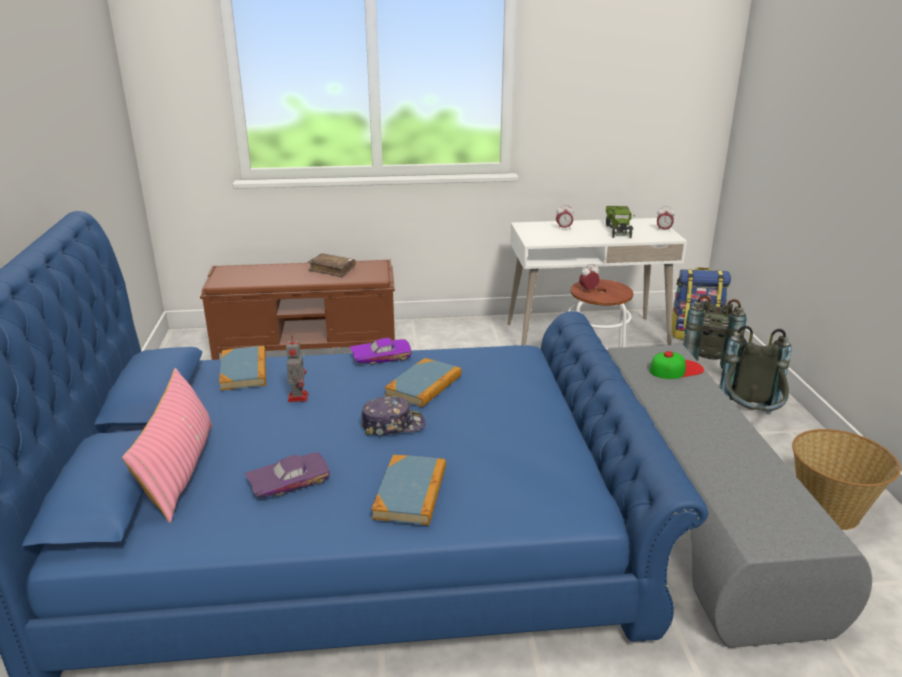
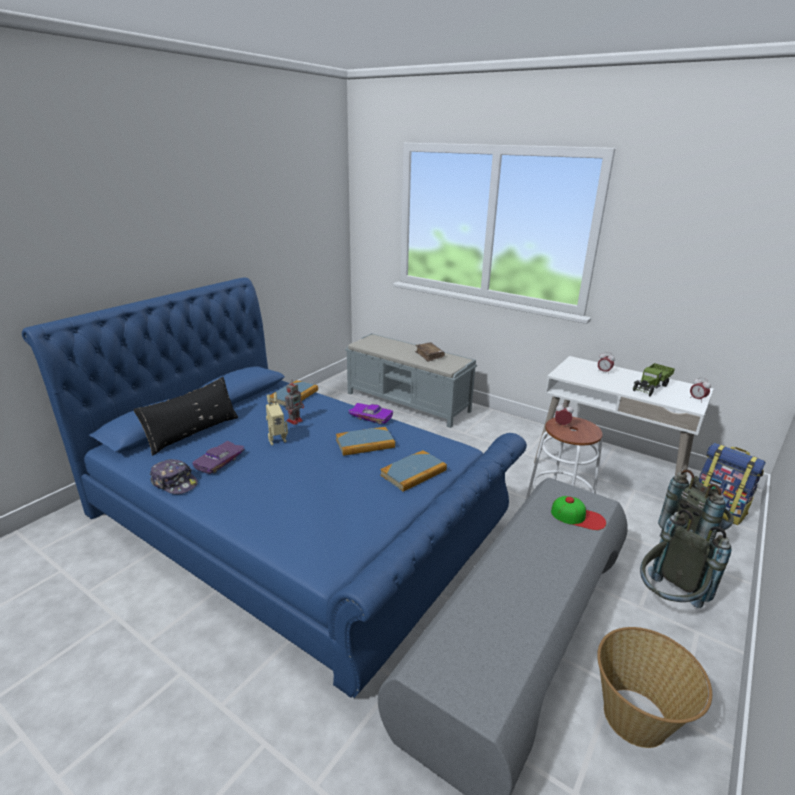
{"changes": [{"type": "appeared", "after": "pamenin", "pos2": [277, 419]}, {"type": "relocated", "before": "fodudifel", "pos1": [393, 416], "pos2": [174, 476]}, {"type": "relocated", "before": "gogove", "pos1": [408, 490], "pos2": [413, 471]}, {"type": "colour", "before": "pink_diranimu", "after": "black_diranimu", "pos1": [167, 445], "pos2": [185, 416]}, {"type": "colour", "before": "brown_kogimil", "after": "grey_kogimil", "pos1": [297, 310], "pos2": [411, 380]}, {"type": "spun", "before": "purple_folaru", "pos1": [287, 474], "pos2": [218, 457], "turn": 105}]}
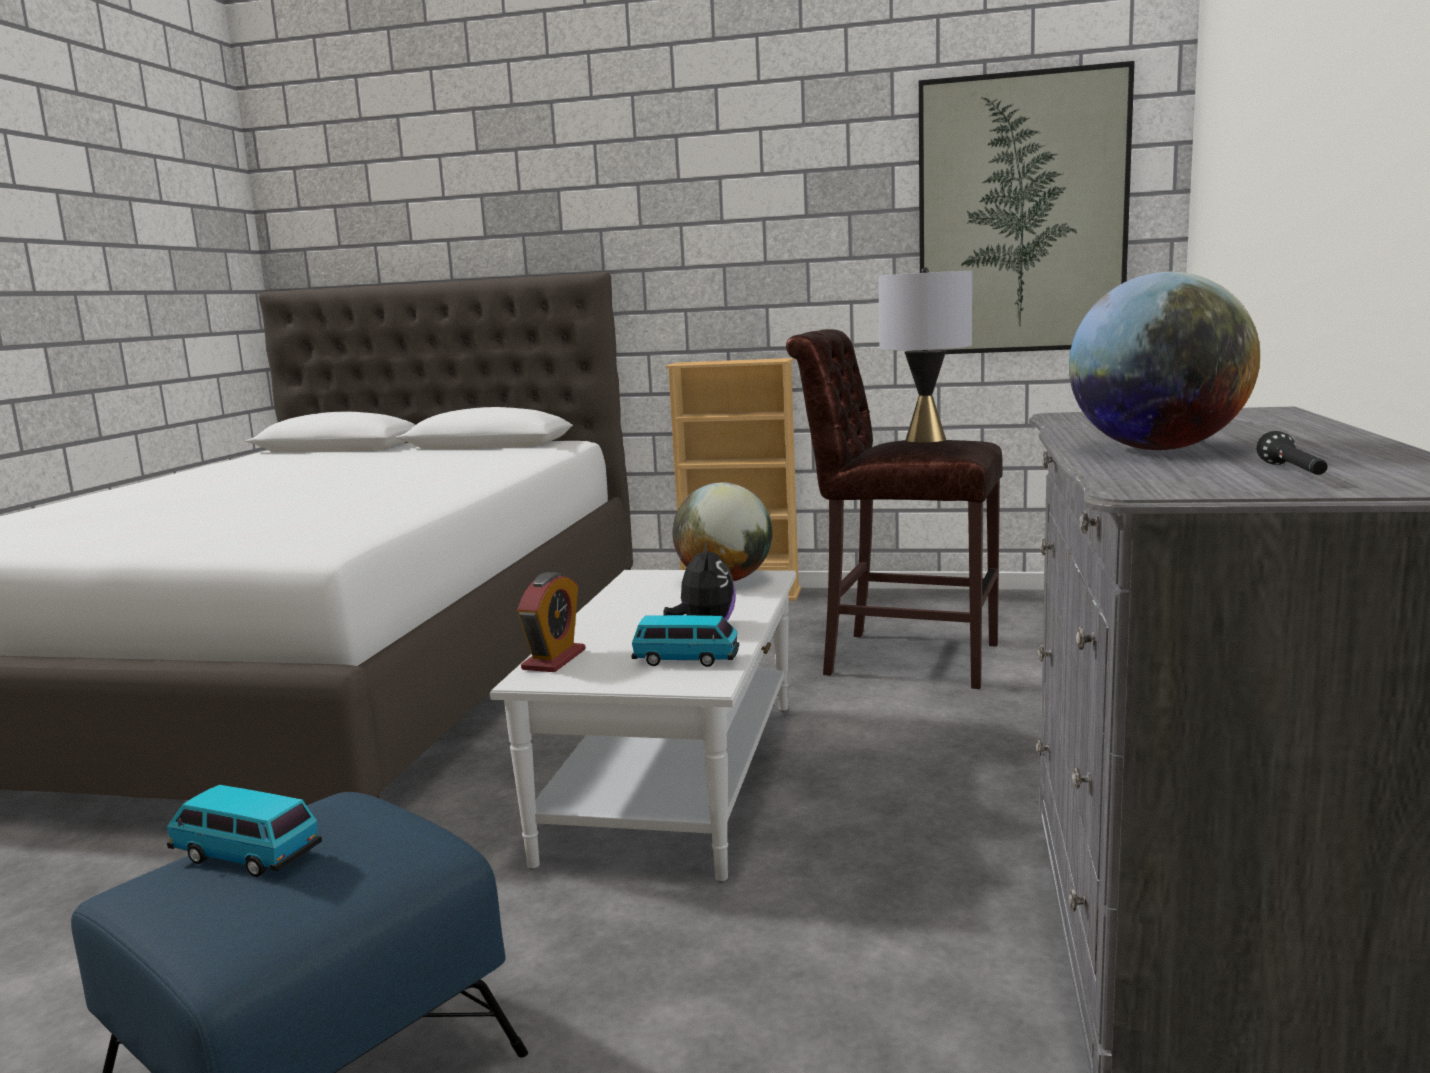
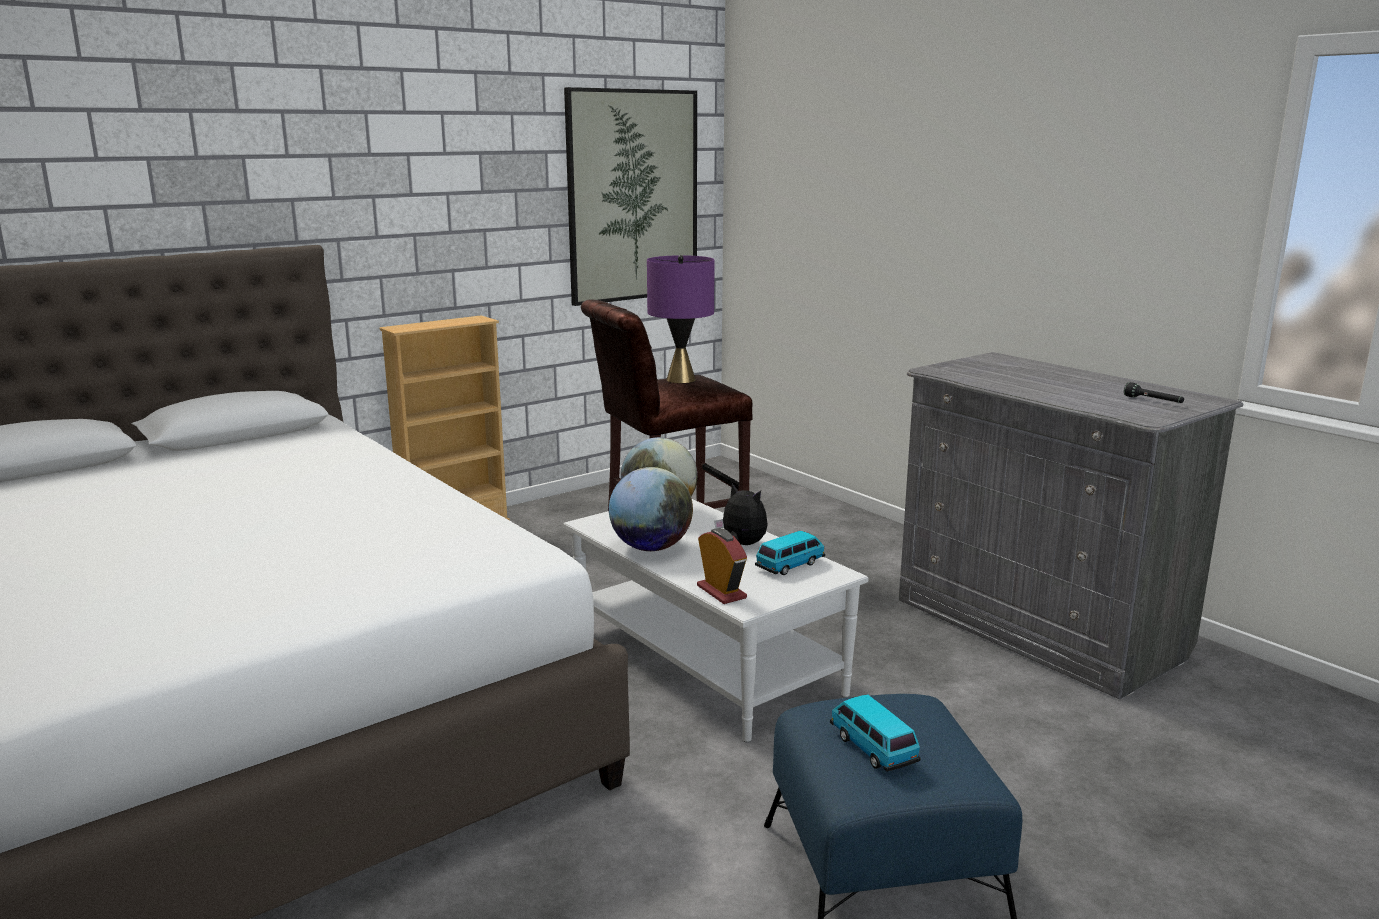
{"changes": [{"type": "relocated", "before": "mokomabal", "pos1": [1164, 361], "pos2": [651, 509]}, {"type": "colour", "before": "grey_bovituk", "after": "purple_bovituk", "pos1": [925, 355], "pos2": [681, 319]}, {"type": "spun", "before": "folaru", "pos1": [244, 831], "pos2": [875, 733], "turn": 90}]}
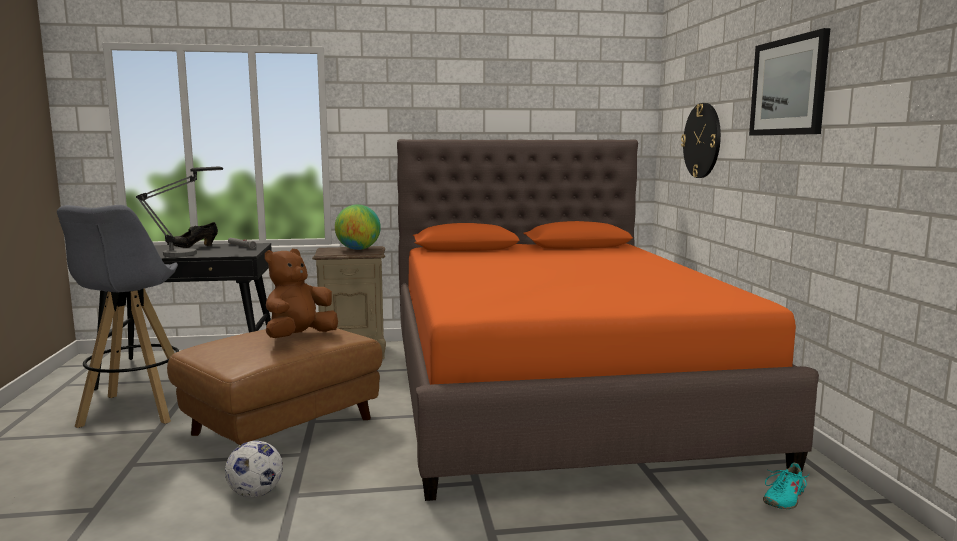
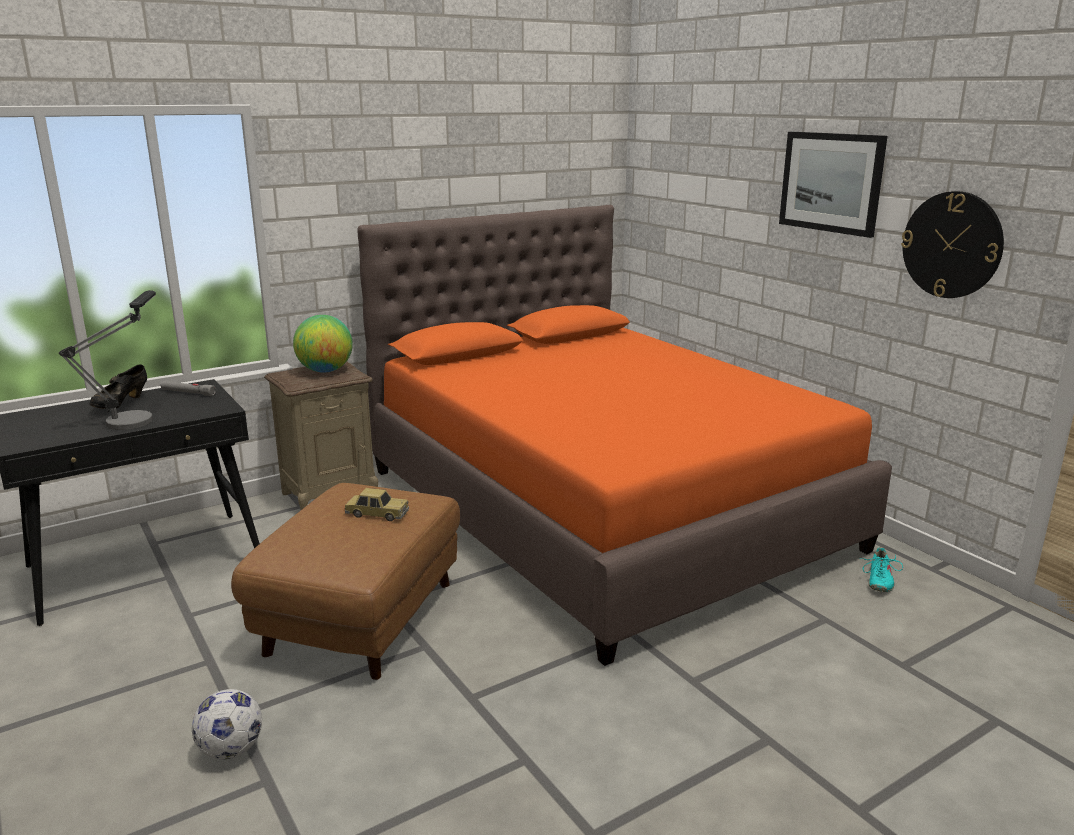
{"changes": [{"type": "missing", "before": "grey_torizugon", "pos1": [118, 316]}, {"type": "relocated", "before": "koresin", "pos1": [254, 469], "pos2": [227, 724]}, {"type": "relocated", "before": "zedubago", "pos1": [701, 140], "pos2": [952, 244]}, {"type": "exchanged", "before": "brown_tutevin", "after": "folaru", "pos1": [301, 293], "pos2": [377, 504]}]}
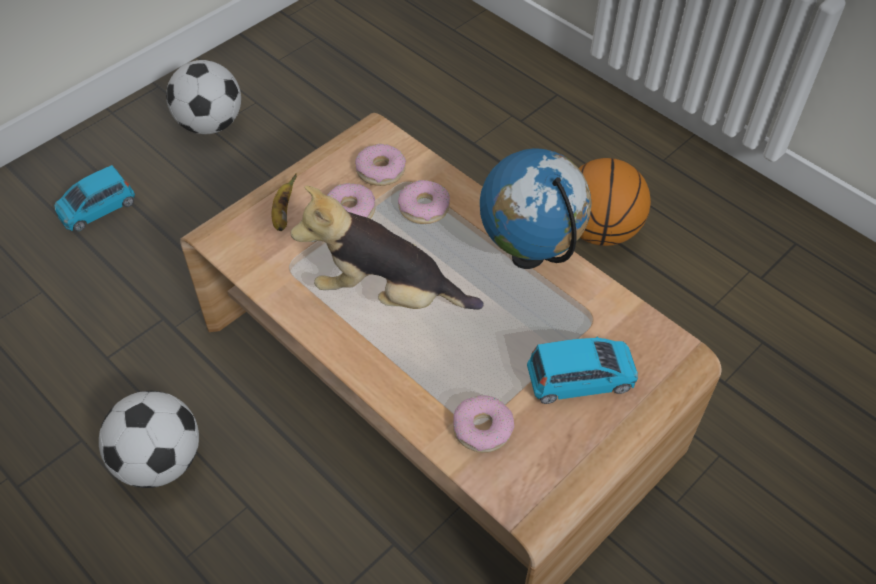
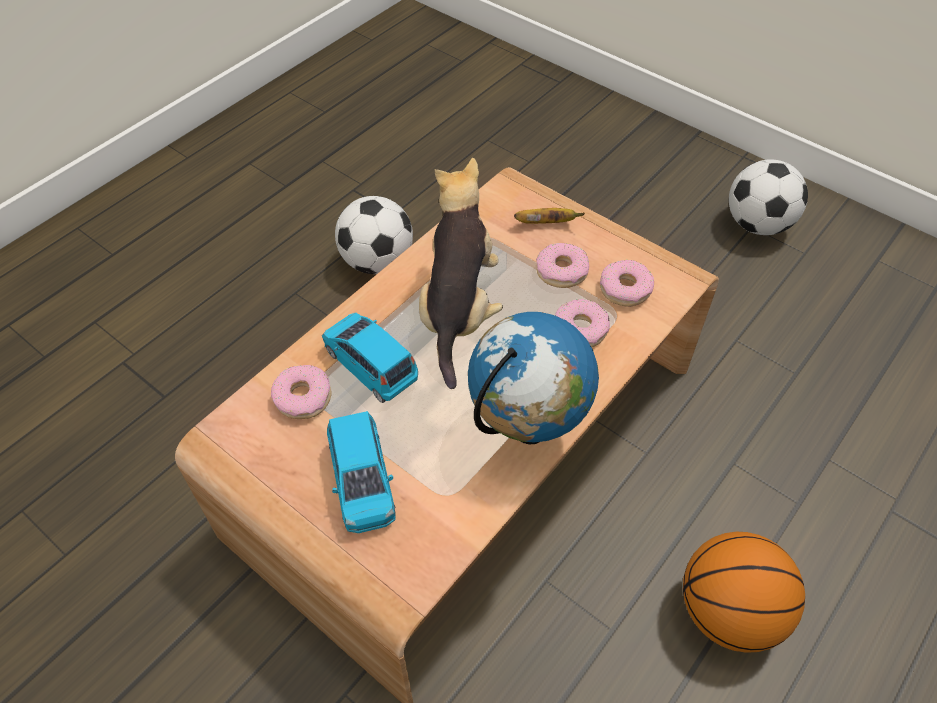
{"changes": [{"type": "relocated", "before": "blue_folaru", "pos1": [94, 198], "pos2": [370, 358]}]}
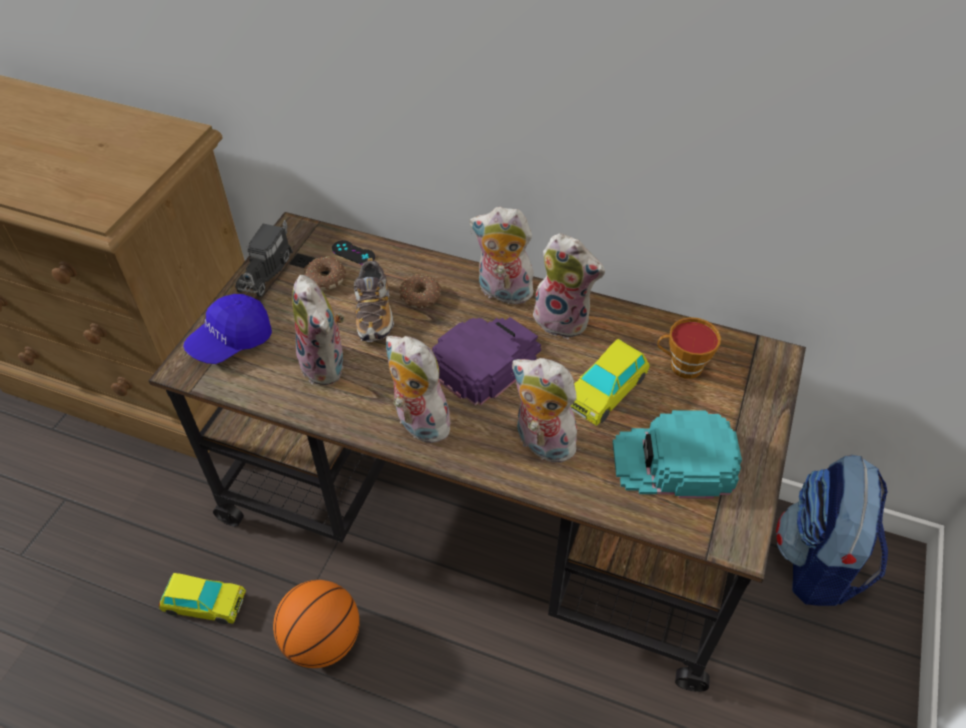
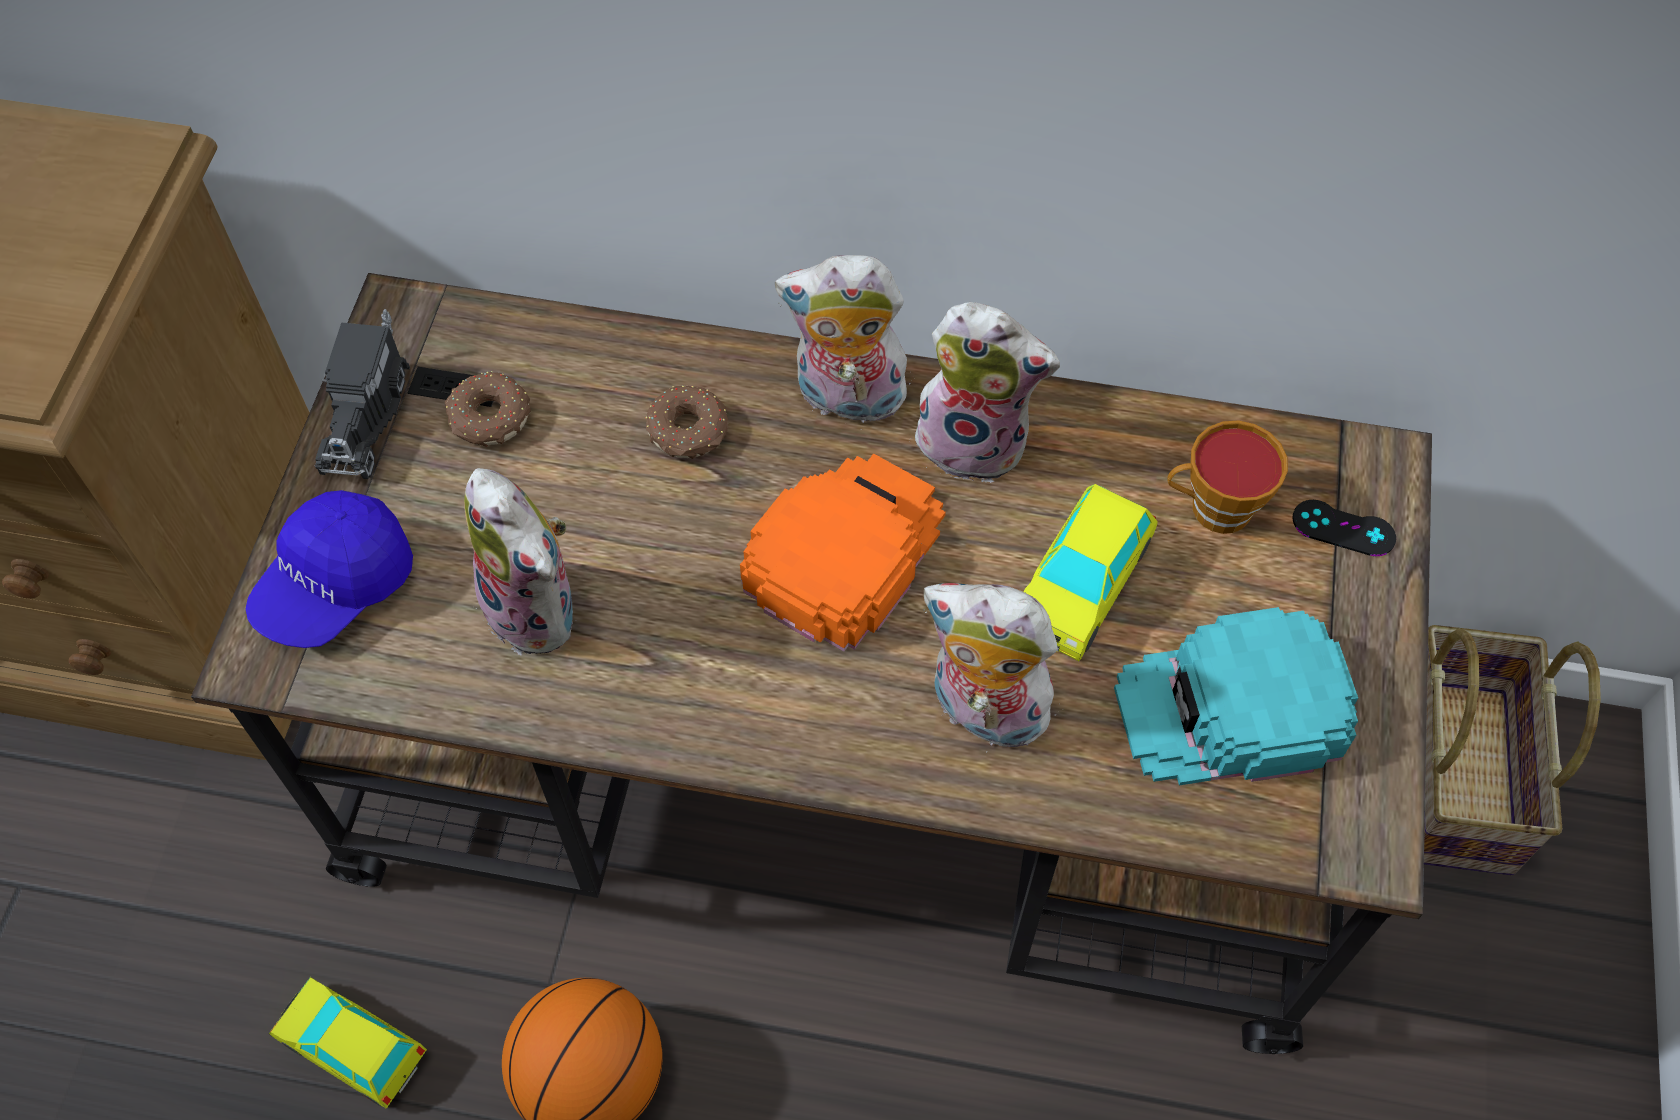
{"changes": [{"type": "missing", "before": "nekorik", "pos1": [374, 300]}, {"type": "missing", "before": "tutevin", "pos1": [419, 390]}, {"type": "relocated", "before": "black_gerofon", "pos1": [353, 252], "pos2": [1344, 528]}, {"type": "exchanged", "before": "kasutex", "after": "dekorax", "pos1": [832, 530], "pos2": [1512, 750]}, {"type": "colour", "before": "purple_fodudifel", "after": "orange_fodudifel", "pos1": [486, 361], "pos2": [843, 552]}, {"type": "spun", "before": "folaru", "pos1": [202, 598], "pos2": [348, 1042], "turn": -150}]}
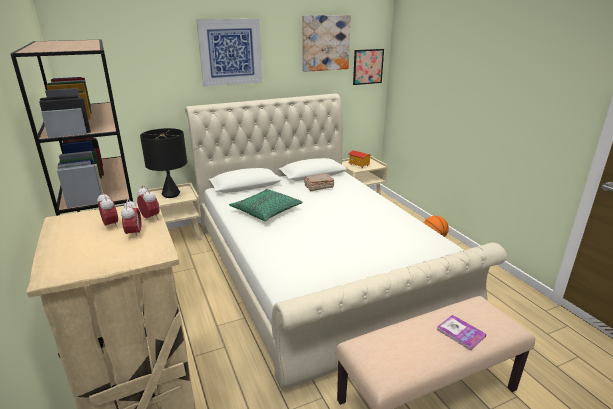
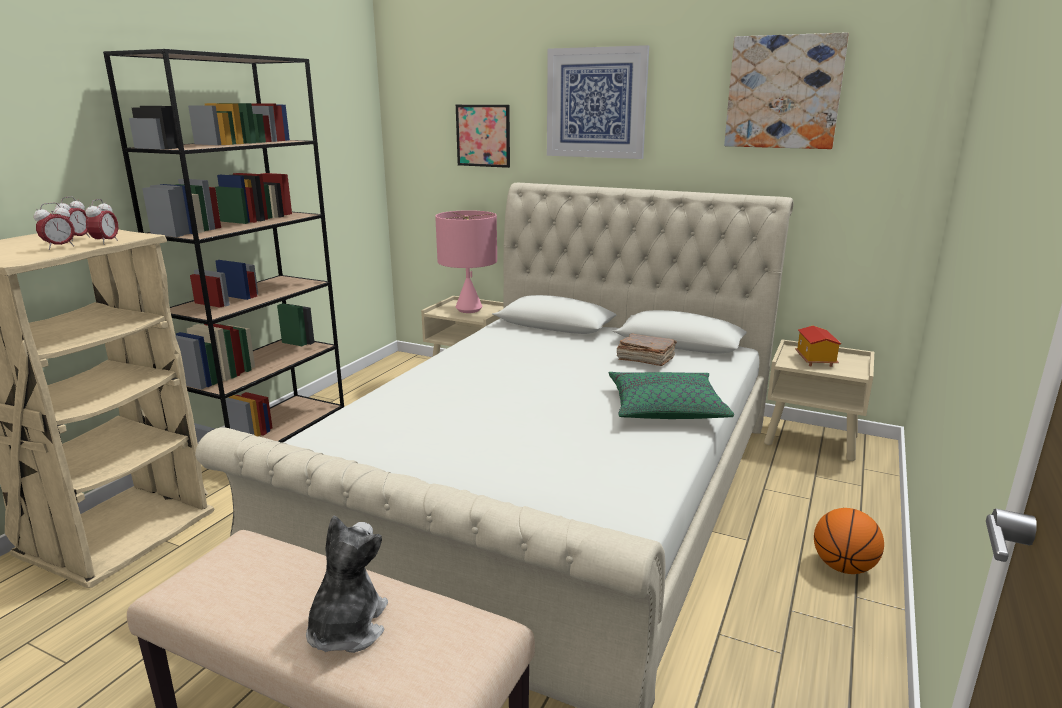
{"changes": [{"type": "relocated", "before": "green_diranimu", "pos1": [266, 205], "pos2": [671, 395]}, {"type": "relocated", "before": "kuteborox", "pos1": [368, 67], "pos2": [483, 136]}, {"type": "exchanged", "before": "gogove", "after": "tutevin", "pos1": [461, 333], "pos2": [347, 584]}, {"type": "colour", "before": "black_bovituk", "after": "pink_bovituk", "pos1": [163, 163], "pos2": [466, 261]}]}
